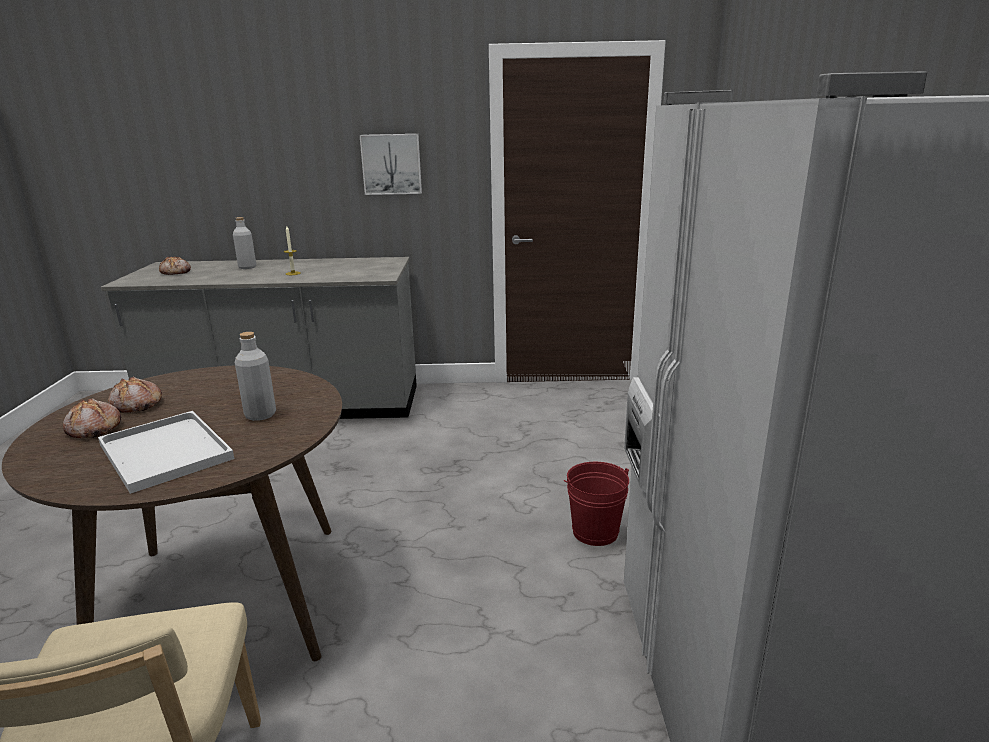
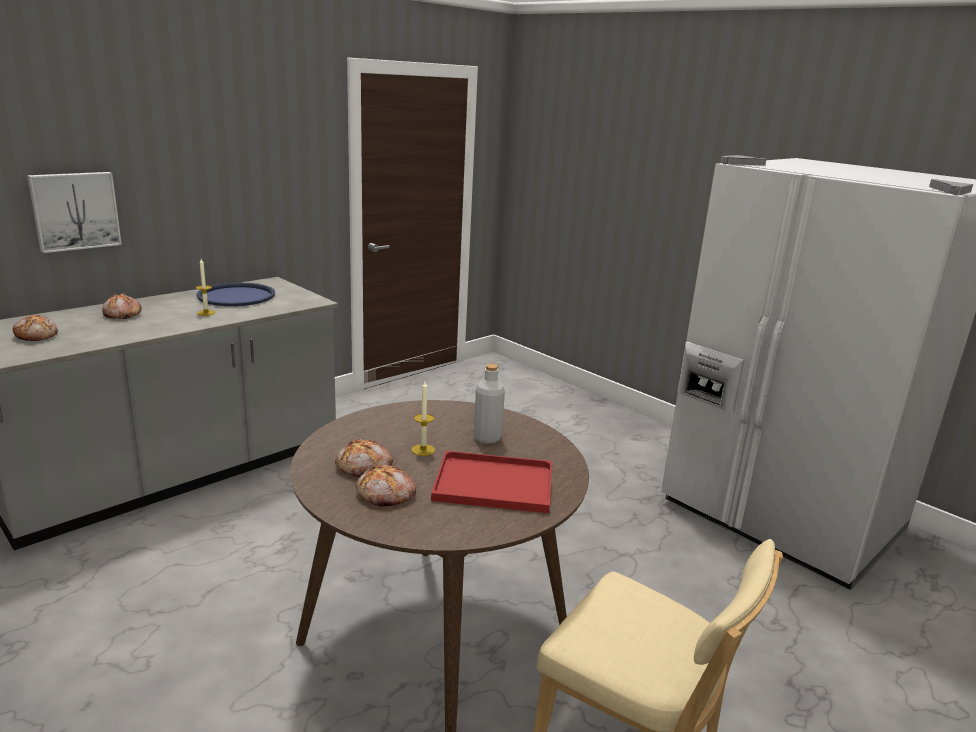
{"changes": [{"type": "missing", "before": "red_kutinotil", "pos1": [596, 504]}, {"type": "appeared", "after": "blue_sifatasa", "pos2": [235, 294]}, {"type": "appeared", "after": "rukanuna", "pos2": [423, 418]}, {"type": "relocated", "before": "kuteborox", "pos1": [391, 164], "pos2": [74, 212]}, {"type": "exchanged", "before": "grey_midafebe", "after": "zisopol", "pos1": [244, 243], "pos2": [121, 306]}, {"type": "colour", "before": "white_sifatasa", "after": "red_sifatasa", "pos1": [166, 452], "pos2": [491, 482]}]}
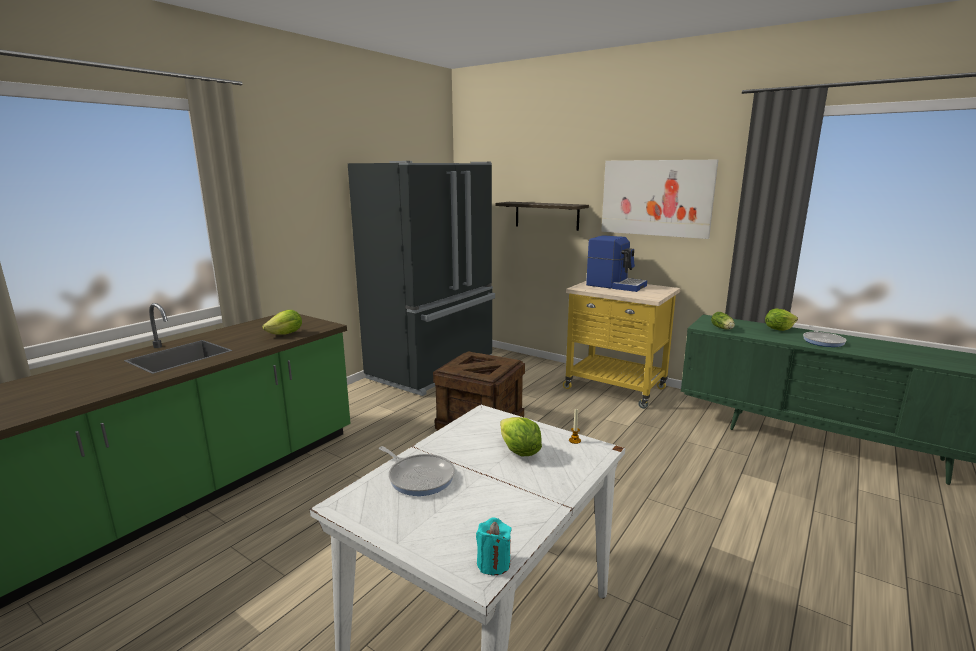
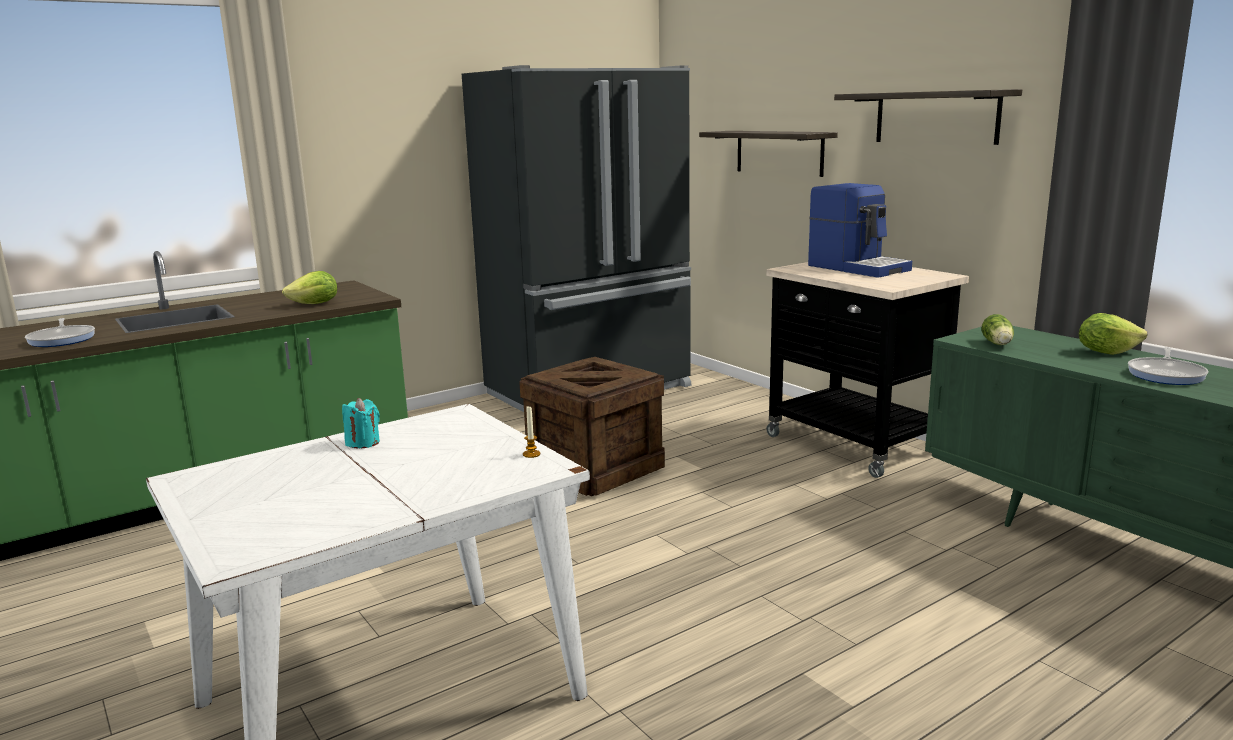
{"changes": [{"type": "missing", "before": "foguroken", "pos1": [521, 436]}, {"type": "relocated", "before": "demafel", "pos1": [417, 471], "pos2": [60, 332]}, {"type": "relocated", "before": "turquoise_rukanuna", "pos1": [494, 546], "pos2": [361, 423]}, {"type": "exchanged", "before": "kuteborox", "after": "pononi", "pos1": [659, 199], "pos2": [928, 117]}, {"type": "colour", "before": "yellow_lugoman", "after": "black_lugoman", "pos1": [621, 345], "pos2": [867, 370]}]}
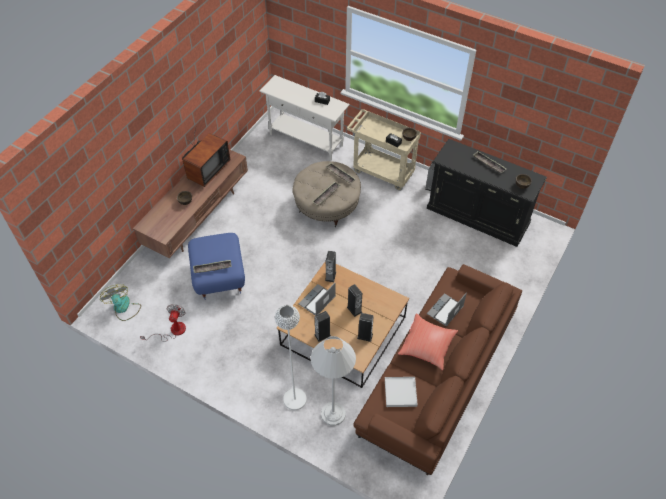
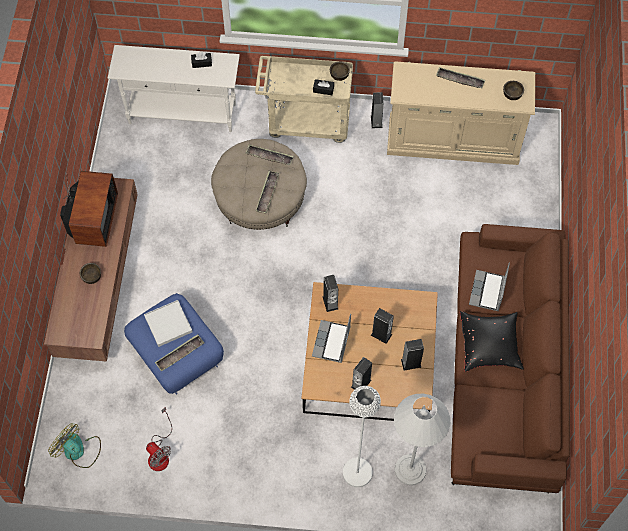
{"changes": [{"type": "relocated", "before": "white_sifatasa", "pos1": [401, 392], "pos2": [168, 323]}, {"type": "colour", "before": "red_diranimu", "after": "black_diranimu", "pos1": [428, 342], "pos2": [492, 341]}, {"type": "colour", "before": "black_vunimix", "after": "beige_vunimix", "pos1": [487, 193], "pos2": [461, 113]}, {"type": "spun", "before": "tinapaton", "pos1": [163, 323], "pos2": [159, 439], "turn": 150}]}
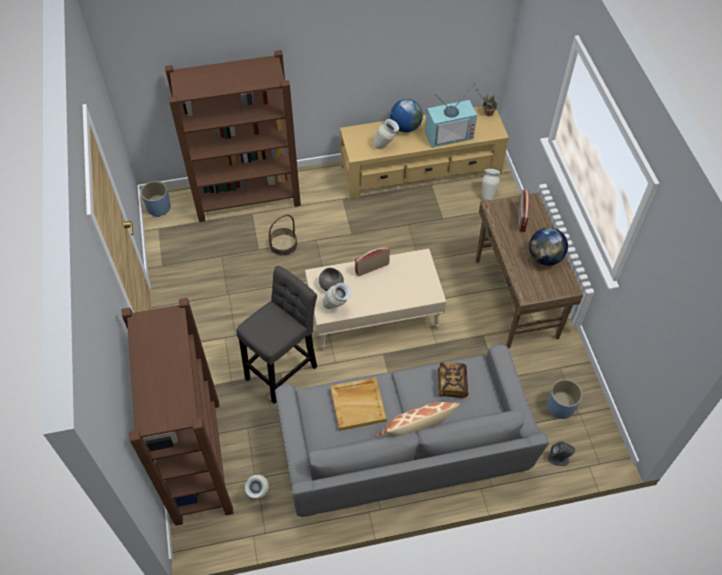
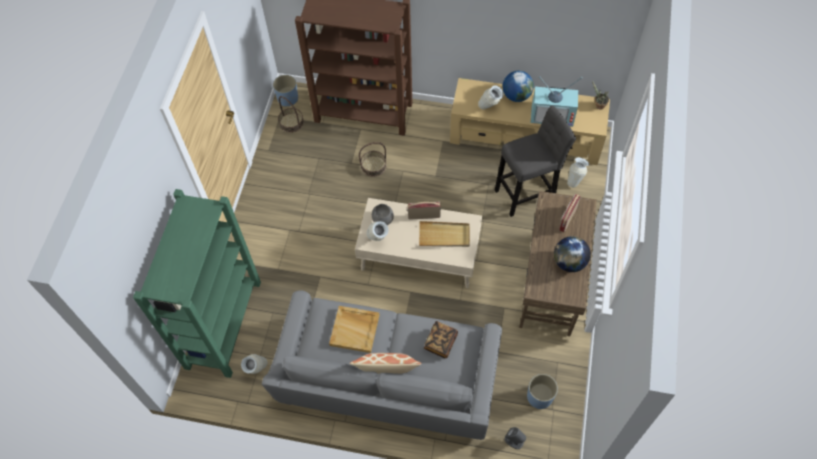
{"changes": [{"type": "appeared", "after": "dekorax", "pos2": [291, 114]}, {"type": "appeared", "after": "beige_sifatasa", "pos2": [444, 234]}, {"type": "relocated", "before": "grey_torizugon", "pos1": [276, 335], "pos2": [535, 161]}, {"type": "colour", "before": "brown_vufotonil", "after": "green_vufotonil", "pos1": [177, 412], "pos2": [197, 283]}]}
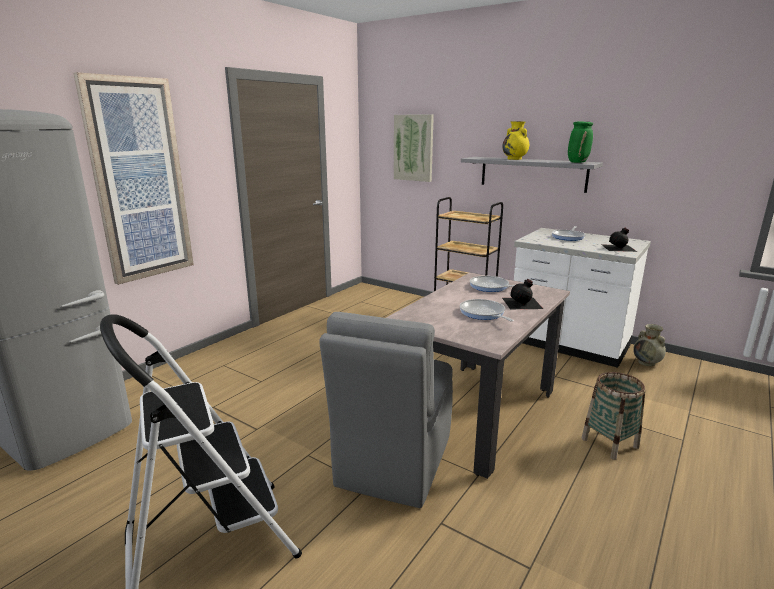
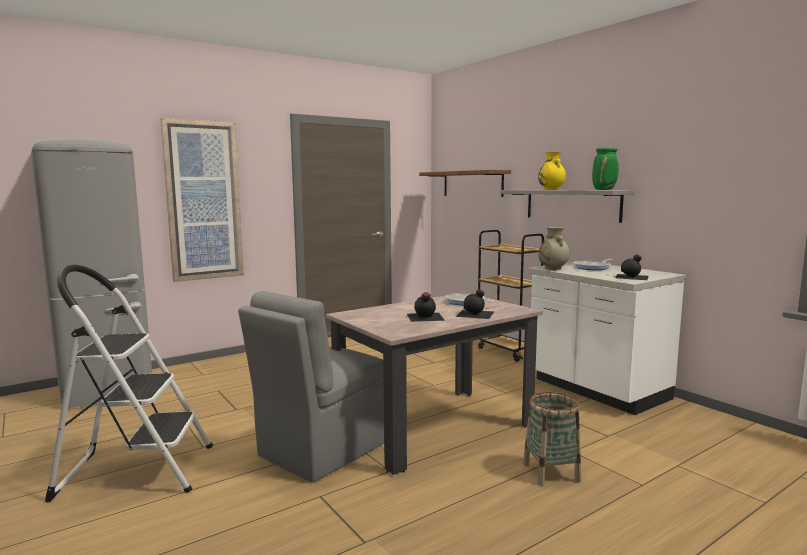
{"changes": [{"type": "relocated", "before": "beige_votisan", "pos1": [649, 345], "pos2": [554, 248]}, {"type": "exchanged", "before": "kuteborox", "after": "pononi", "pos1": [414, 148], "pos2": [465, 183]}, {"type": "exchanged", "before": "demafel", "after": "black_midafebe", "pos1": [487, 310], "pos2": [426, 307]}]}
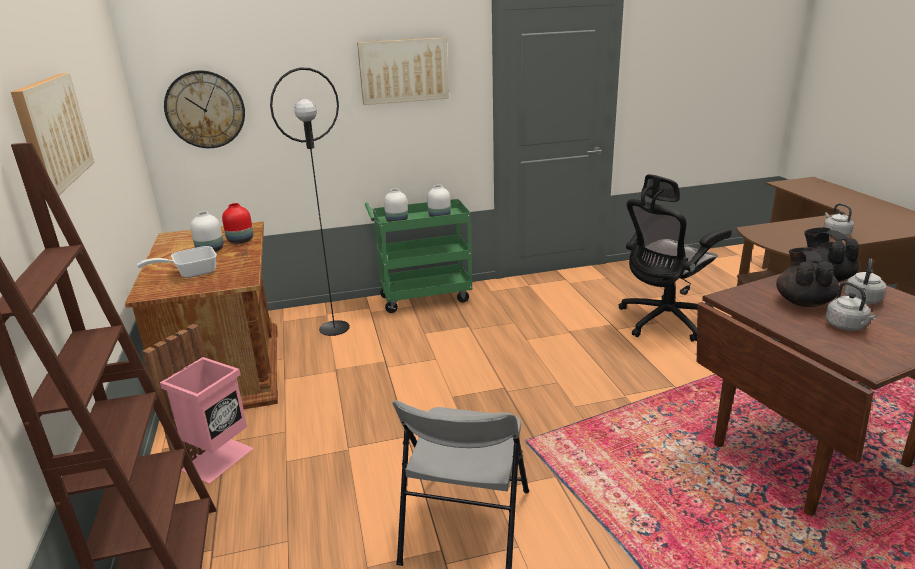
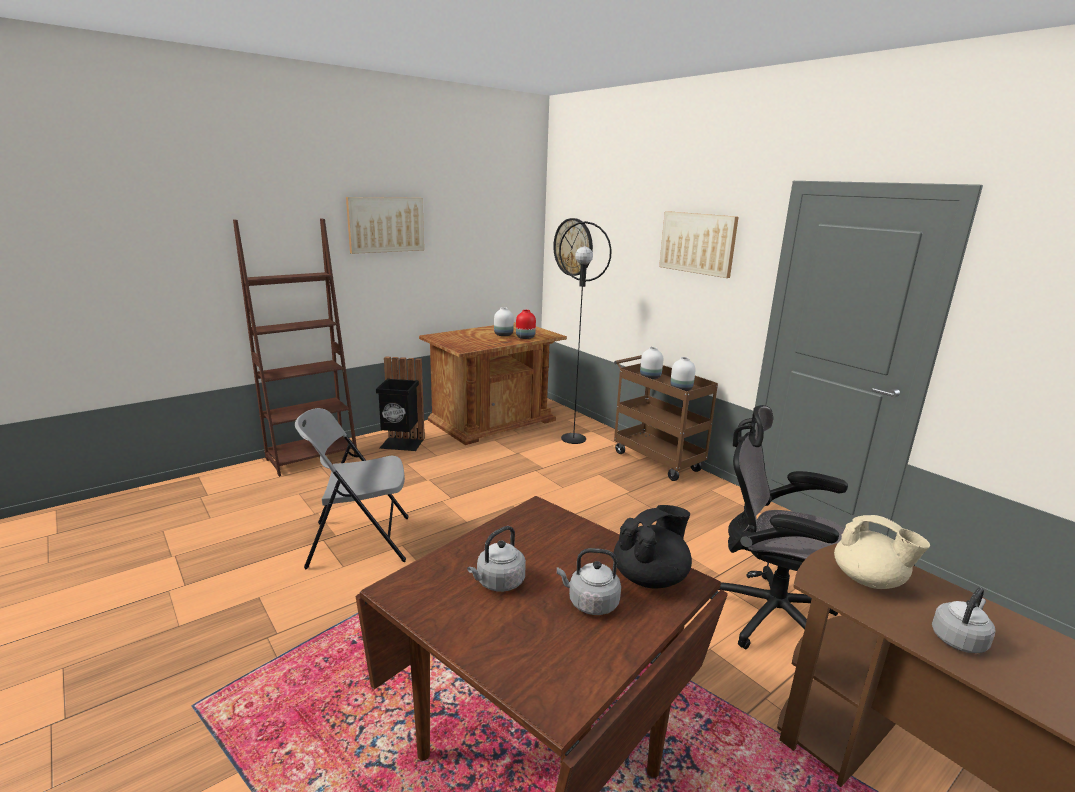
{"changes": [{"type": "missing", "before": "demafel", "pos1": [177, 262]}, {"type": "missing", "before": "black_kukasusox", "pos1": [807, 277]}, {"type": "appeared", "after": "beige_kukasusox", "pos2": [882, 552]}, {"type": "colour", "before": "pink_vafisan", "after": "black_vafisan", "pos1": [198, 404], "pos2": [400, 404]}, {"type": "colour", "before": "green_lugoman", "after": "brown_lugoman", "pos1": [418, 256], "pos2": [666, 418]}]}
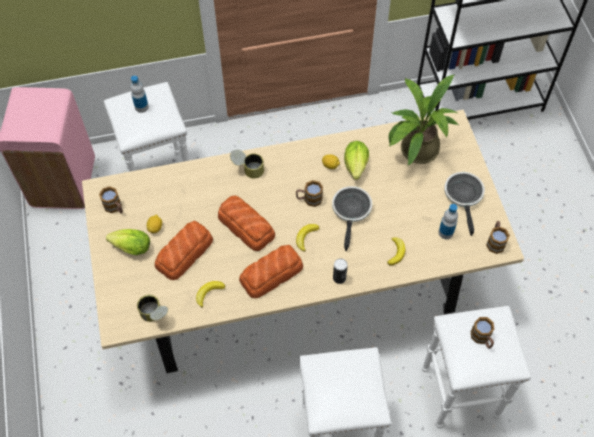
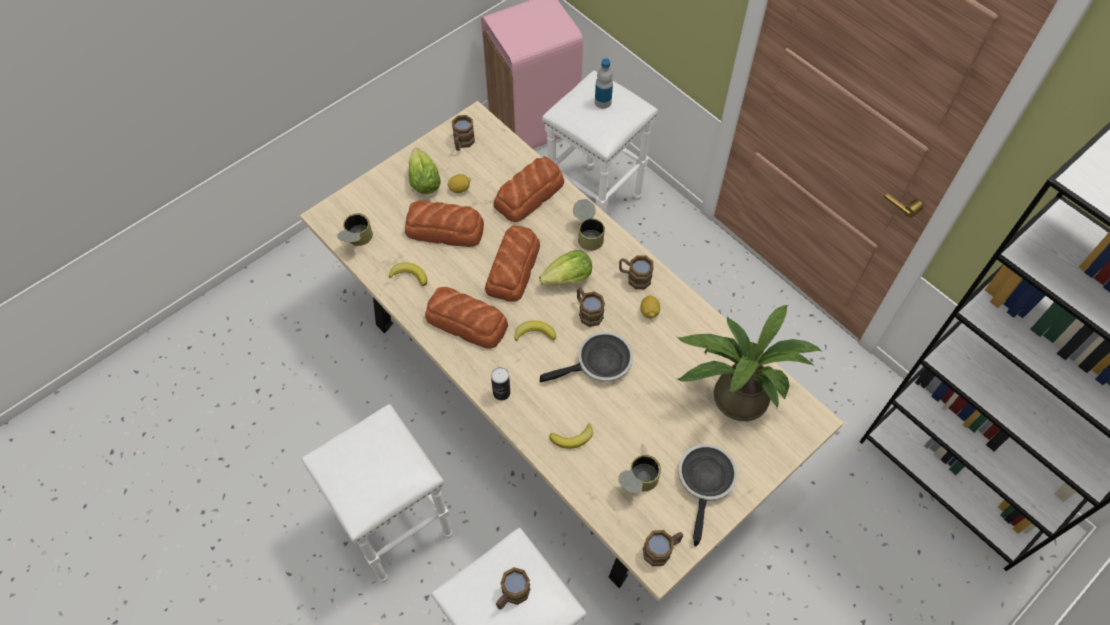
{"changes": [{"type": "appeared", "after": "zisopol", "pos2": [528, 189]}, {"type": "appeared", "after": "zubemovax", "pos2": [636, 272]}, {"type": "relocated", "before": "foguroken", "pos1": [356, 160], "pos2": [565, 268]}, {"type": "exchanged", "before": "midafebe", "after": "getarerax", "pos1": [448, 221], "pos2": [639, 474]}, {"type": "spun", "before": "demafel", "pos1": [464, 204], "pos2": [707, 495], "turn": -45}]}
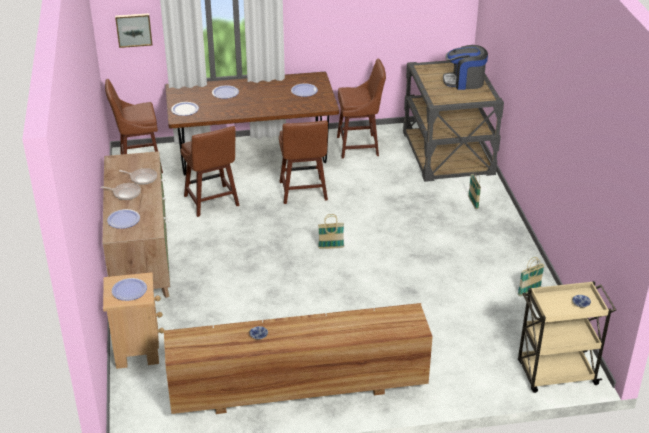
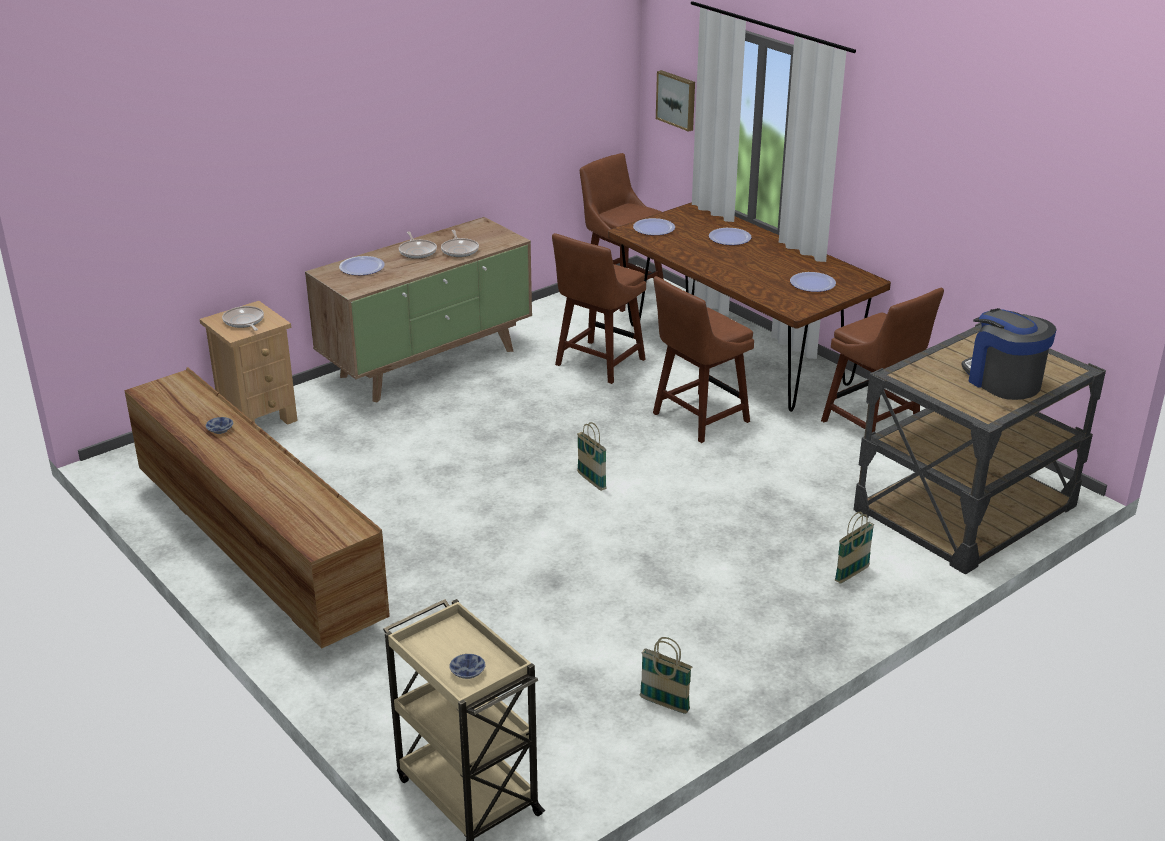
{"changes": [{"type": "exchanged", "before": "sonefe", "after": "demafel", "pos1": [129, 289], "pos2": [243, 318]}]}
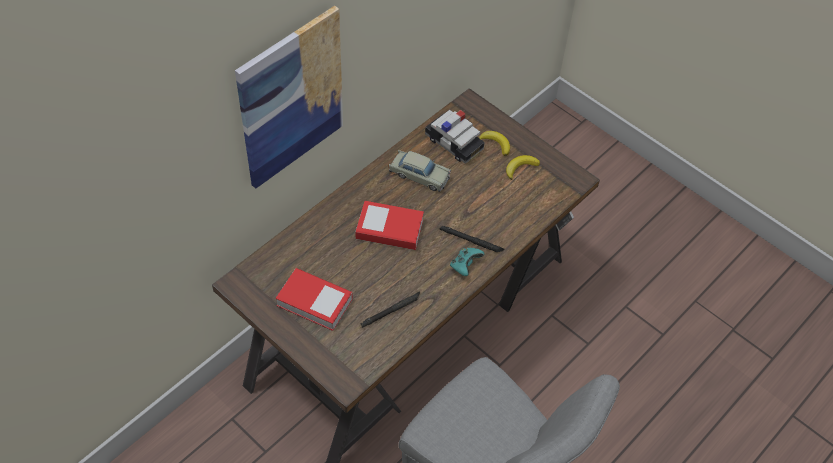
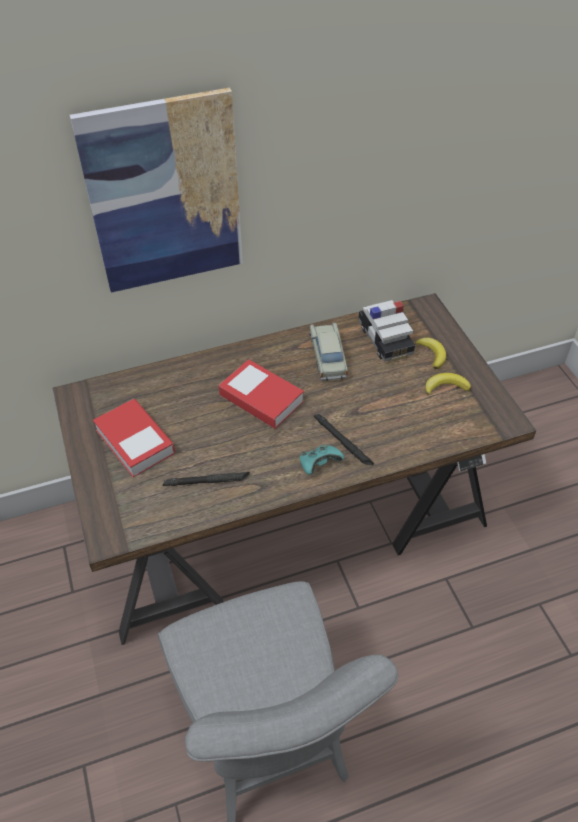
{"changes": [{"type": "spun", "before": "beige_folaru", "pos1": [419, 171], "pos2": [328, 352], "turn": -150}]}
